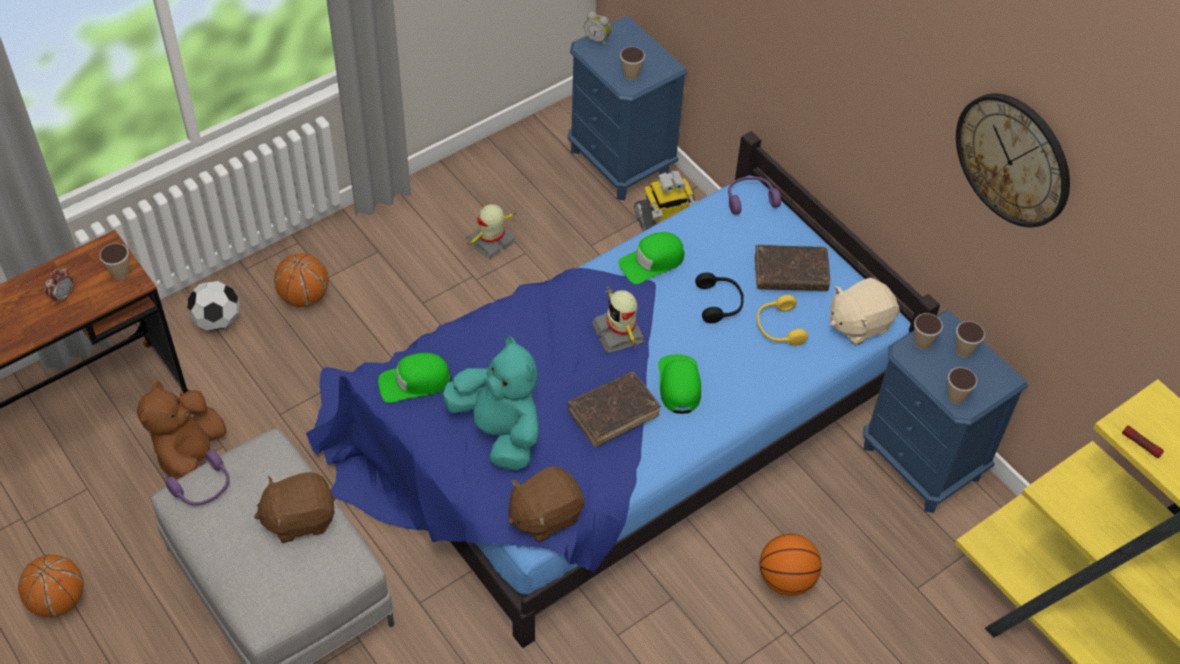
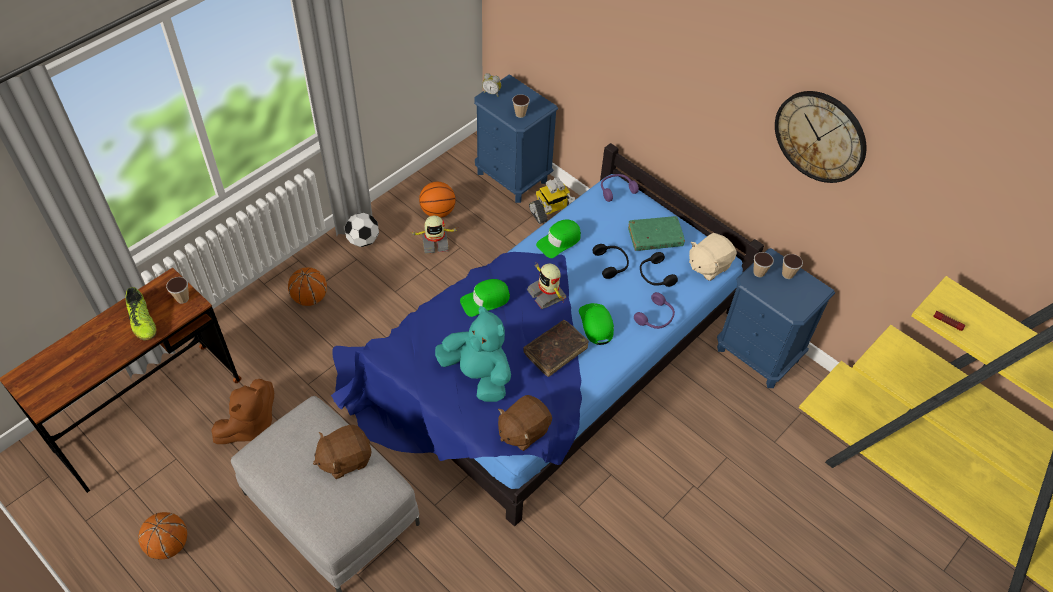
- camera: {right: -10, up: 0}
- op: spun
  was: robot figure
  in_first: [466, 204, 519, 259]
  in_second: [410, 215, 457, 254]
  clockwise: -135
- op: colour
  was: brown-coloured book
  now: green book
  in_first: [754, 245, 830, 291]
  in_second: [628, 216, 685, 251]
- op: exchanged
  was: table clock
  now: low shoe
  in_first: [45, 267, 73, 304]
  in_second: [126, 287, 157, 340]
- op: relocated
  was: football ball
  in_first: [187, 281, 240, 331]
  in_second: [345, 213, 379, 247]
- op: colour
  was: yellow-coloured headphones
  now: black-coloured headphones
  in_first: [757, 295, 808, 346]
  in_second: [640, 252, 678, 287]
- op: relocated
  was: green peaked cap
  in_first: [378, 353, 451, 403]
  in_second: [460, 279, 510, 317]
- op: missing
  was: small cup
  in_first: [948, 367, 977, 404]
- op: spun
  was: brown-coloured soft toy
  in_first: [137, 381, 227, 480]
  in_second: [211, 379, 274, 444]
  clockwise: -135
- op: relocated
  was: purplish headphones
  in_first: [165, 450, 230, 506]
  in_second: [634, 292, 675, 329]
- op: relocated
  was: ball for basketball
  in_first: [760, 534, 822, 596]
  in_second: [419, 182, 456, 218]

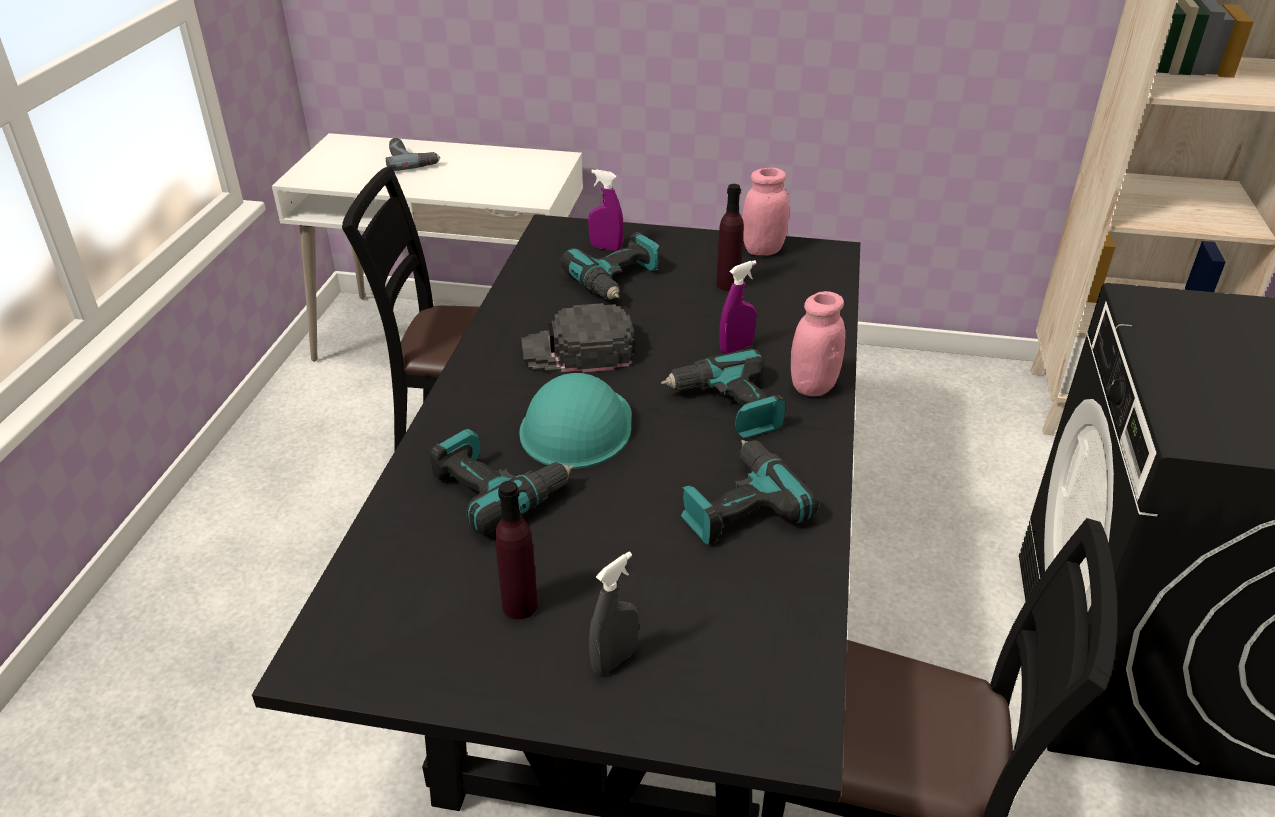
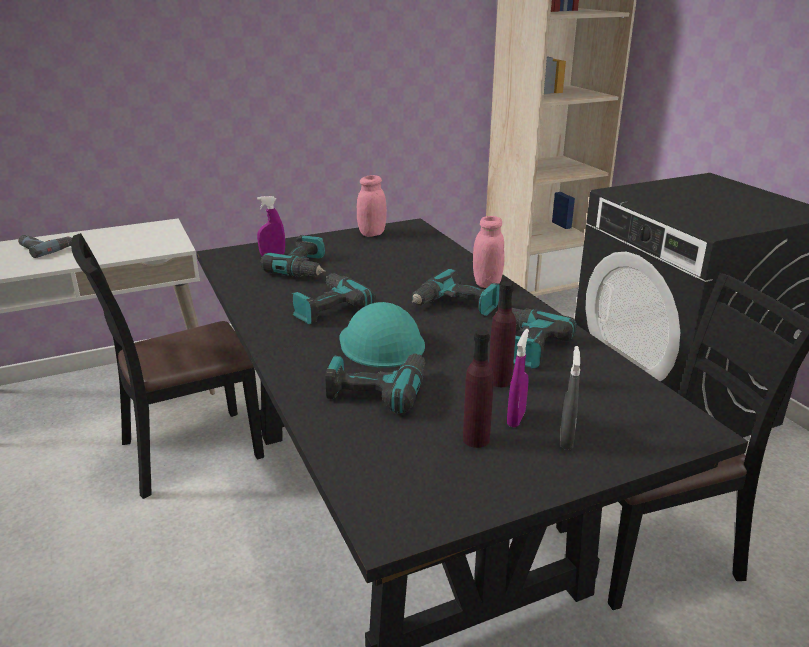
- camera: {right: -35, up: -10}
- op: relocated
  was: purplish beverage bottle
  in_first: [716, 184, 744, 291]
  in_second: [489, 281, 516, 387]
- op: relocated
  was: purplish hand sprayer
  in_first: [719, 260, 757, 354]
  in_second: [507, 329, 529, 428]
- op: exchanged
  was: black-coloured peaked cap
  now: electric drill
  in_first: [521, 303, 635, 373]
  in_second: [292, 273, 376, 325]

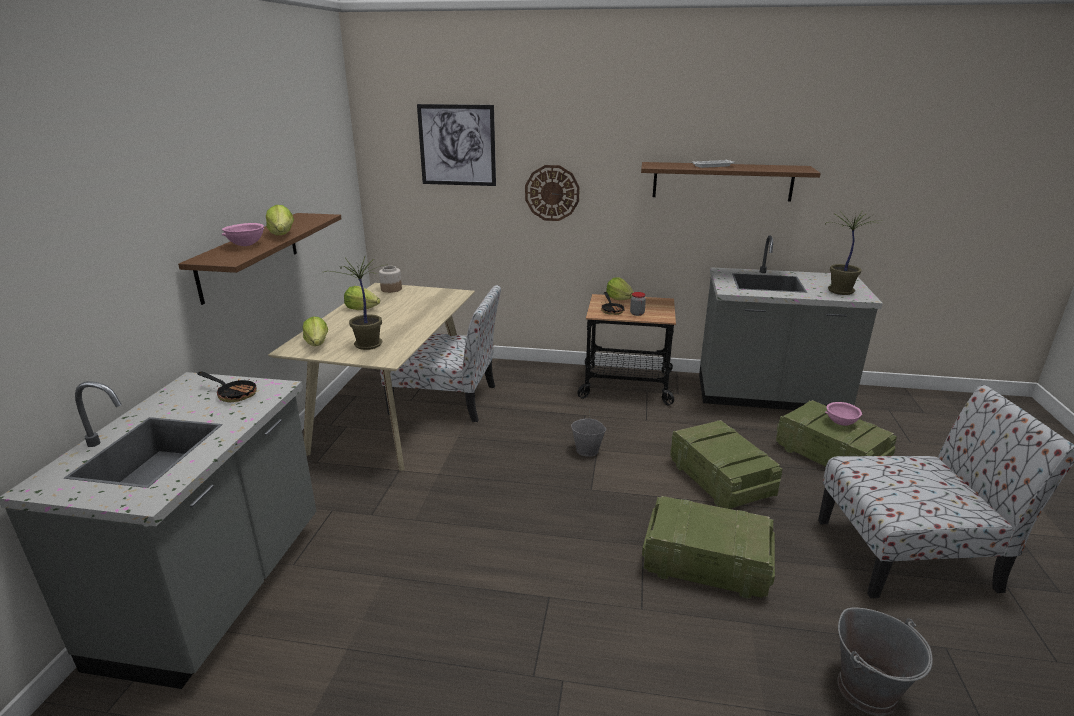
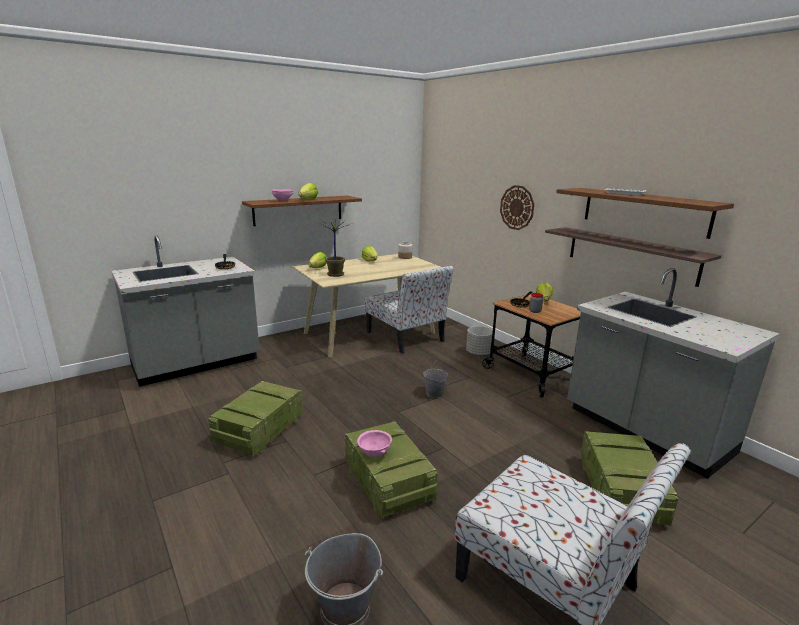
- camera: {right: 45, up: -5}
- op: missing
  was: wall picture
  in_first: [417, 104, 496, 186]
- op: missing
  was: plant in a pot
  in_first: [825, 210, 874, 295]
- op: relocated
  was: pink bowl
  in_first: [825, 402, 863, 426]
  in_second: [357, 430, 392, 457]
- op: relocated
  was: packing crate
  in_first: [670, 420, 782, 509]
  in_second: [208, 381, 303, 456]
- op: appeared
  now: wall shelf
  in_second: [545, 227, 721, 287]
- op: appeared
  now: gray plant pot
  in_second: [466, 326, 493, 356]

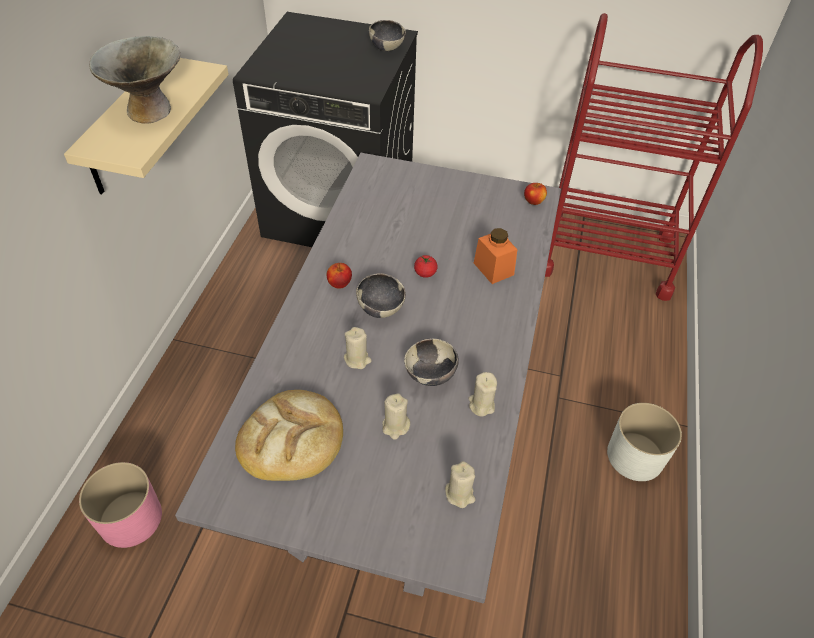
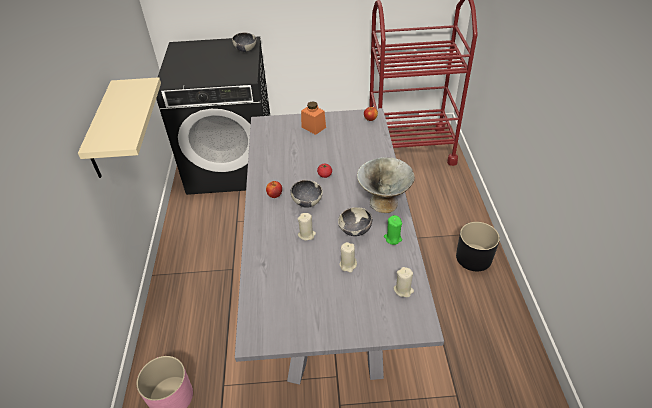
- camera: {right: -15, up: -5}
- op: relocated
  was: gray bowl
  in_first: [89, 36, 180, 124]
  in_second: [357, 157, 415, 213]
- op: relocated
  was: orange-coloured storage jar
  in_first: [474, 228, 517, 284]
  in_second: [301, 101, 326, 135]
- op: colour
  was: beige wax candle
  now: green wax candle
  in_first: [468, 372, 497, 416]
  in_second: [384, 215, 402, 245]
- op: missing
  was: bread
  in_first: [235, 390, 343, 481]
- op: colour
  was: white-coloured plant pot
  now: black-coloured plant pot
  in_first: [607, 403, 682, 481]
  in_second: [456, 222, 500, 271]

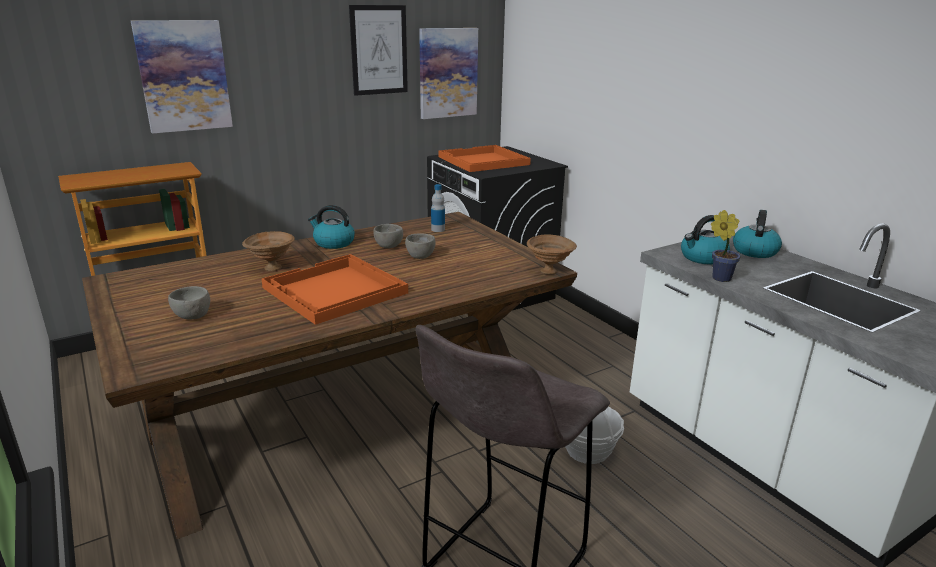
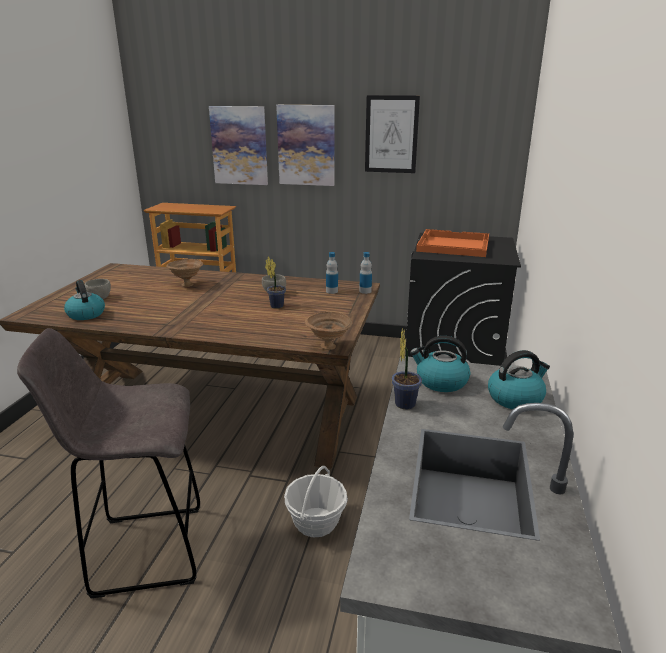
- camera: {right: 45, up: 0}
- op: relocated
  was: wall picture
  in_first: [419, 28, 478, 119]
  in_second: [276, 105, 335, 186]
- op: relocated
  was: kettle
  in_first: [308, 205, 355, 249]
  in_second: [64, 280, 105, 320]
- op: exchanged
  was: gray bowl
  now: plant in a pot
  in_first: [405, 233, 436, 259]
  in_second: [265, 256, 286, 309]
- op: missing
  was: orange-coloured carrying tray
  in_first: [262, 254, 408, 325]
- op: appeared
  now: beverage bottle
  in_second: [359, 252, 372, 294]

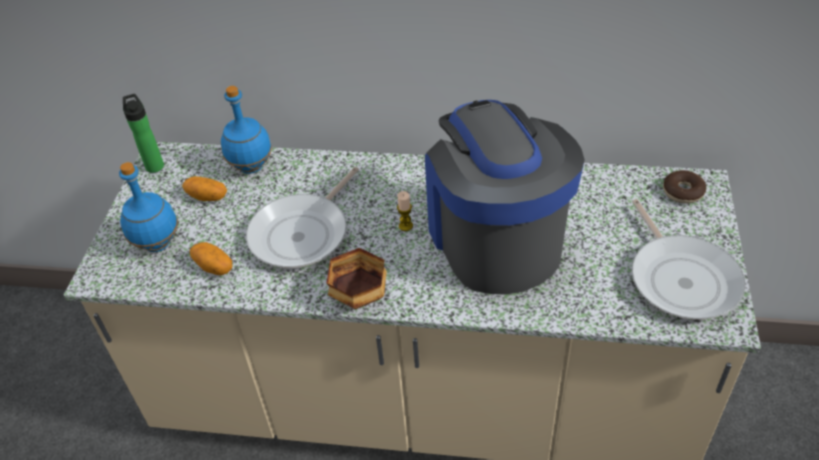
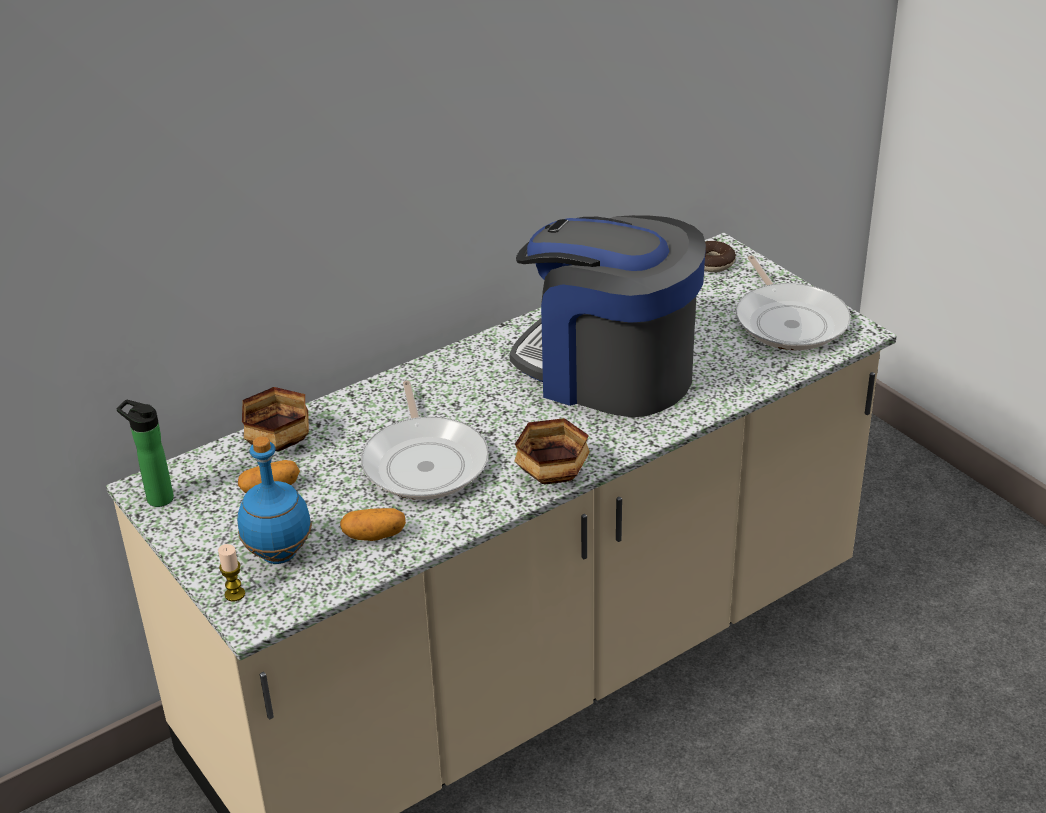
- camera: {right: -45, up: -10}
- op: exchanged
  was: blue beverage bottle
  now: bowl
  in_first: [221, 86, 272, 174]
  in_second: [242, 387, 309, 452]
- op: relocated
  was: wax candle
  in_first: [397, 191, 413, 231]
  in_second: [218, 544, 245, 601]
- op: spun
  was: skillet
  in_first: [632, 199, 746, 320]
  in_second: [736, 255, 851, 350]
  clockwise: 45

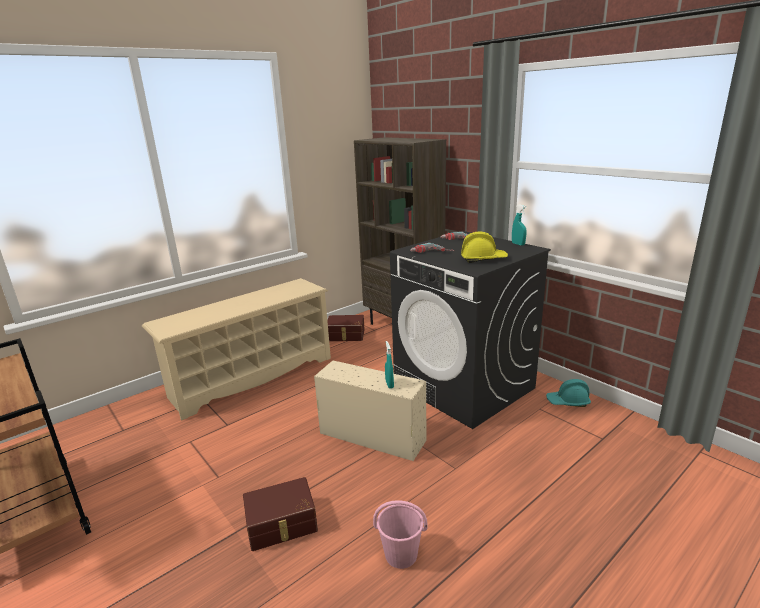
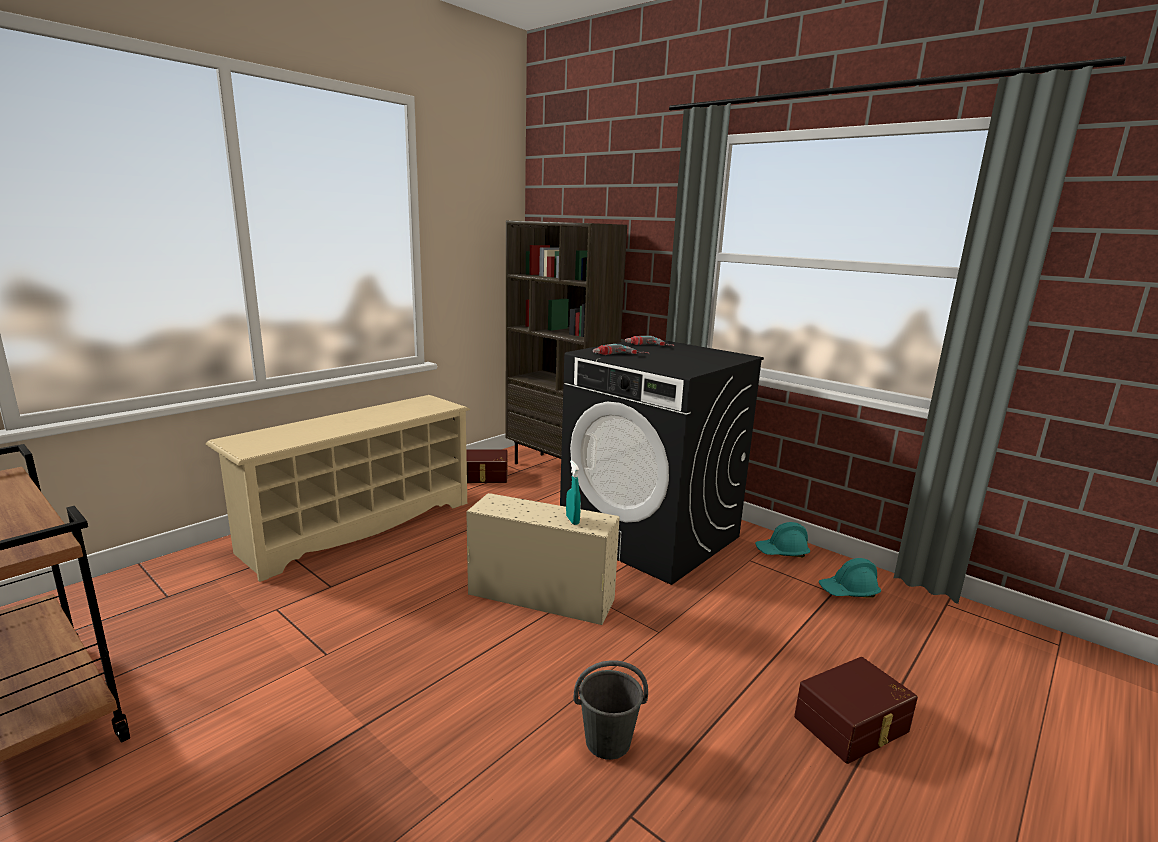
- camera: {right: -10, up: -5}
- op: missing
  was: turquoise hand sprayer
  in_first: [512, 204, 527, 246]
- op: missing
  was: yellow-coloured hard hat
  in_first: [461, 232, 508, 263]
- op: relocated
  was: brown-coloured storage box
  in_first: [243, 477, 318, 551]
  in_second: [794, 657, 918, 764]
- op: colour
  was: pink pail
  now: gray pail
  in_first: [373, 500, 428, 569]
  in_second: [574, 660, 648, 760]
- op: appeared
  now: turquoise hard hat
  in_second: [819, 558, 881, 598]

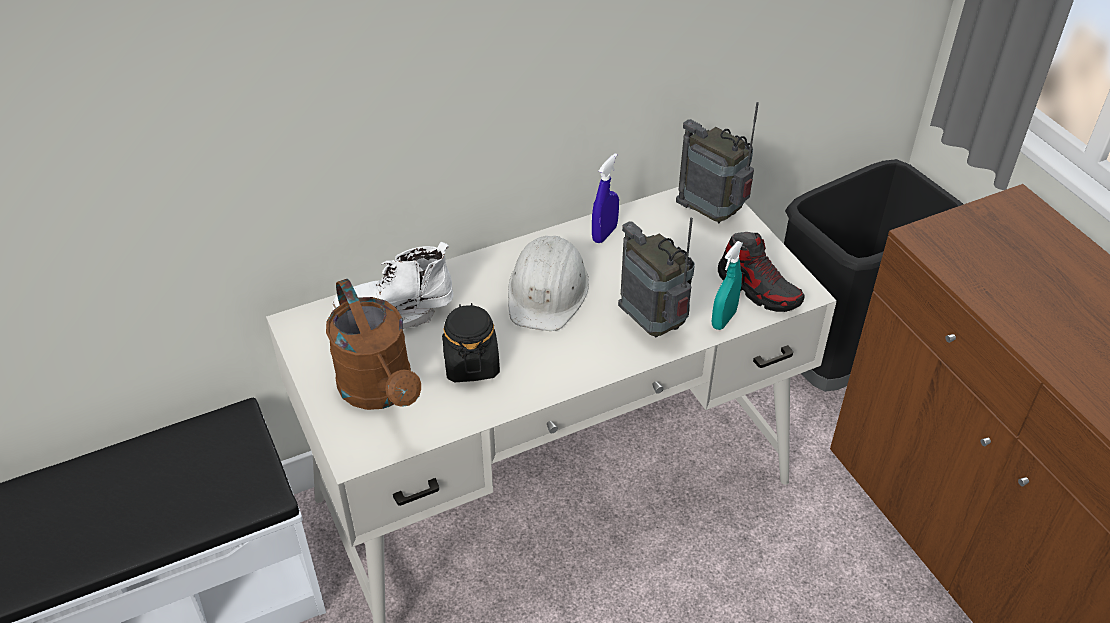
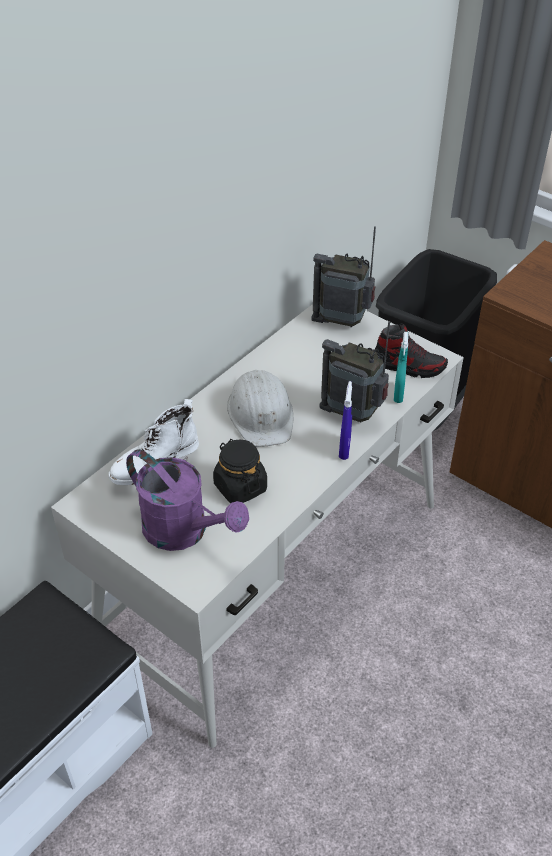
- camera: {right: -25, up: 0}
- op: relocated
  was: blue hand sprayer
  in_first: [592, 153, 619, 243]
  in_second: [339, 381, 352, 460]
- op: colour
  was: brown-coloured watering can
  now: purplish watering can
  in_first: [326, 279, 421, 410]
  in_second: [126, 449, 249, 551]

